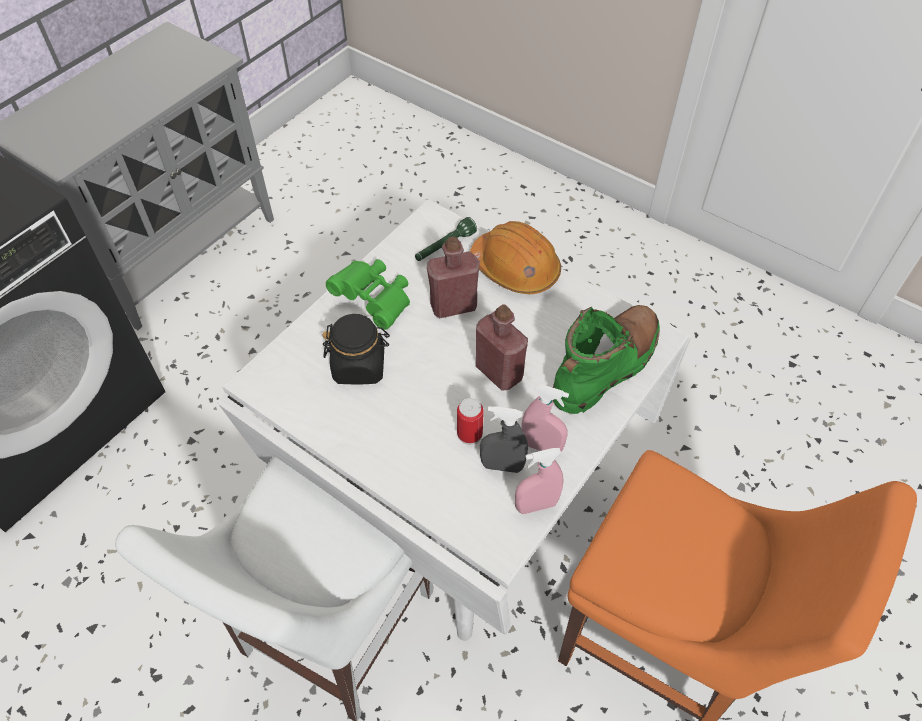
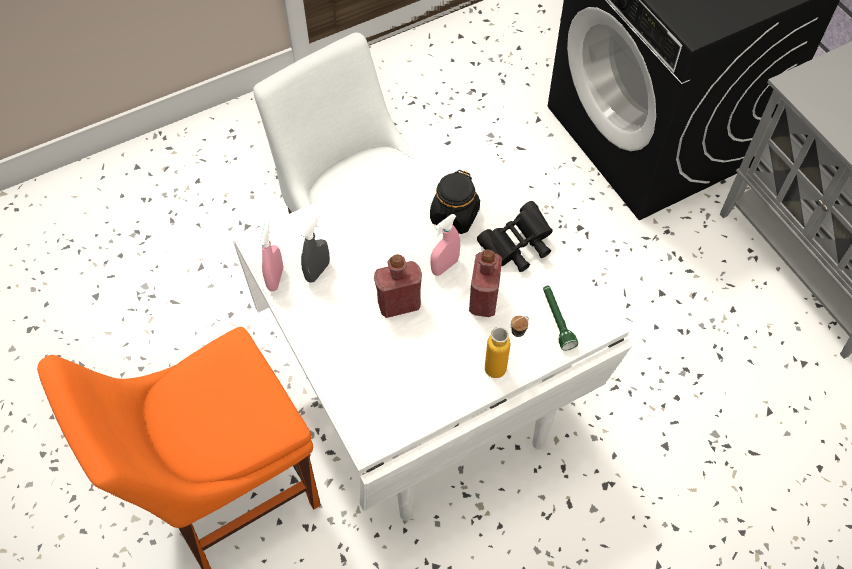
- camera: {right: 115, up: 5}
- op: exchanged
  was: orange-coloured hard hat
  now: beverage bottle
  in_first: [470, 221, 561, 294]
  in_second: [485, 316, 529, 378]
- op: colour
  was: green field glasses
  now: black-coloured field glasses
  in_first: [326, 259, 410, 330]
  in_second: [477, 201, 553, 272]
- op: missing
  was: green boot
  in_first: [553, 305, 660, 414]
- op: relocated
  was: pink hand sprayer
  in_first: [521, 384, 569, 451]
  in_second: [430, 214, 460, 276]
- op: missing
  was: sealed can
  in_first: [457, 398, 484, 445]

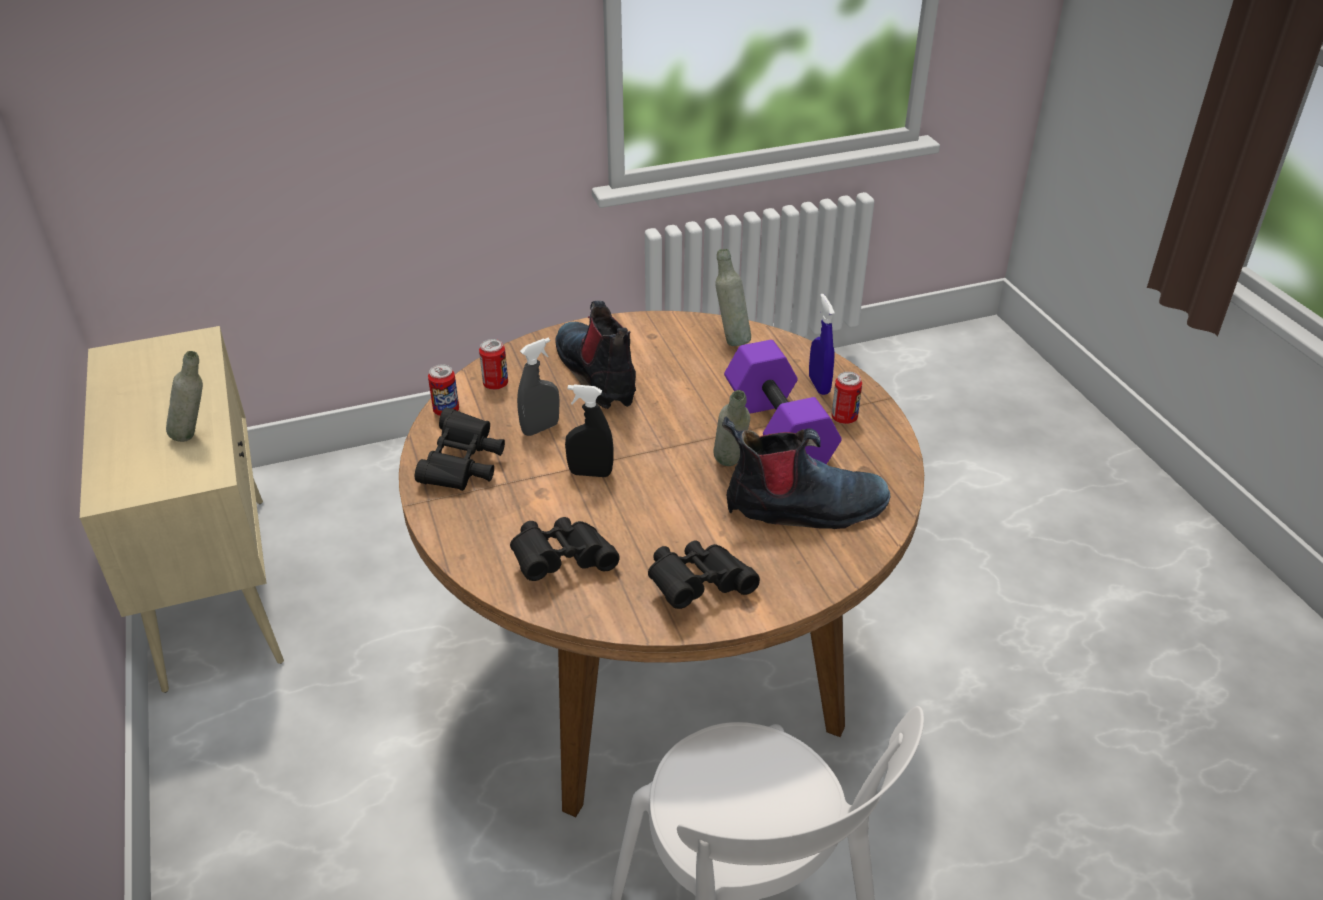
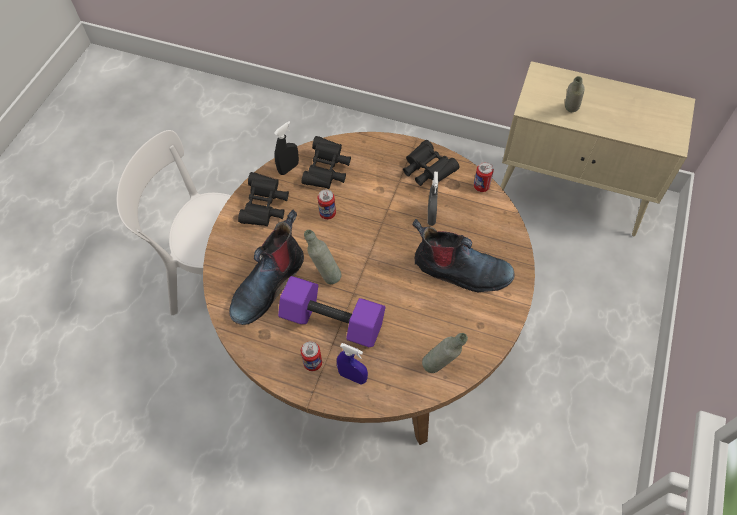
- camera: {right: 130, up: 20}
- op: relocated
  was: sealed can
  in_first: [479, 339, 508, 390]
  in_second: [317, 190, 336, 220]
- op: relocated
  was: black-coloured hand sprayer
  in_first: [565, 384, 613, 477]
  in_second: [274, 121, 299, 175]

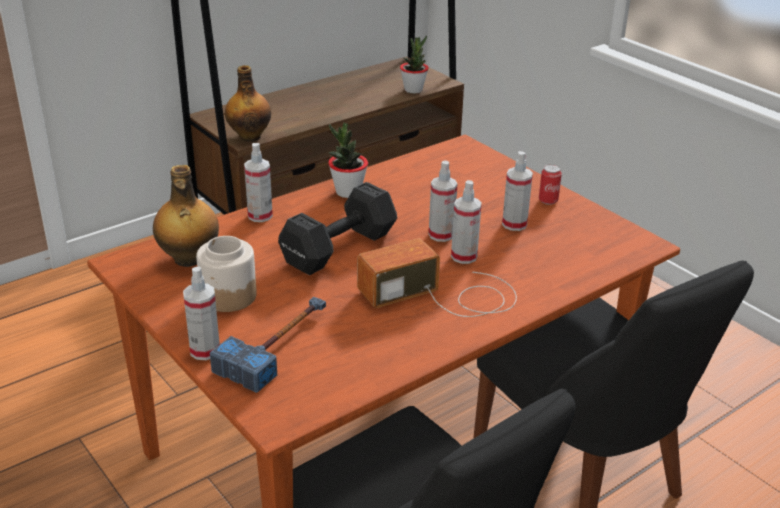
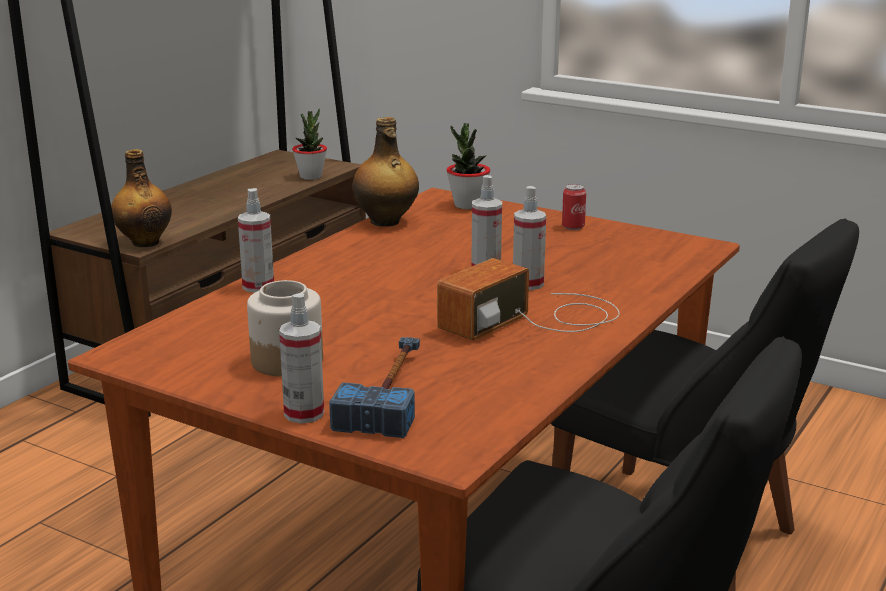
- camera: {right: -20, up: -10}
- op: relocated
  was: plant in a pot
  in_first: [328, 123, 368, 198]
  in_second: [447, 123, 490, 209]
- op: missing
  was: hand sprayer
  in_first: [502, 151, 533, 231]
- op: relocated
  was: beverage bottle
  in_first: [153, 165, 219, 267]
  in_second: [353, 117, 419, 227]
- op: missing
  was: black-coloured hand weight
  in_first: [278, 182, 397, 275]

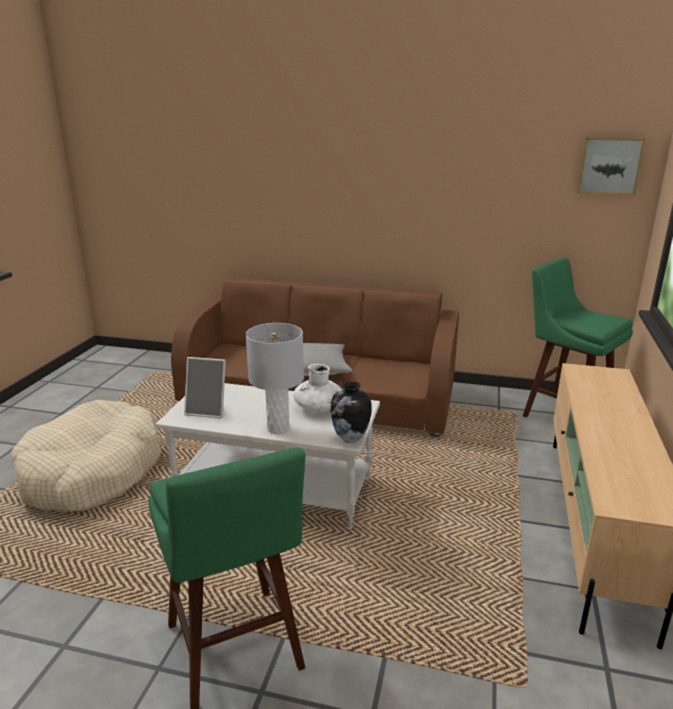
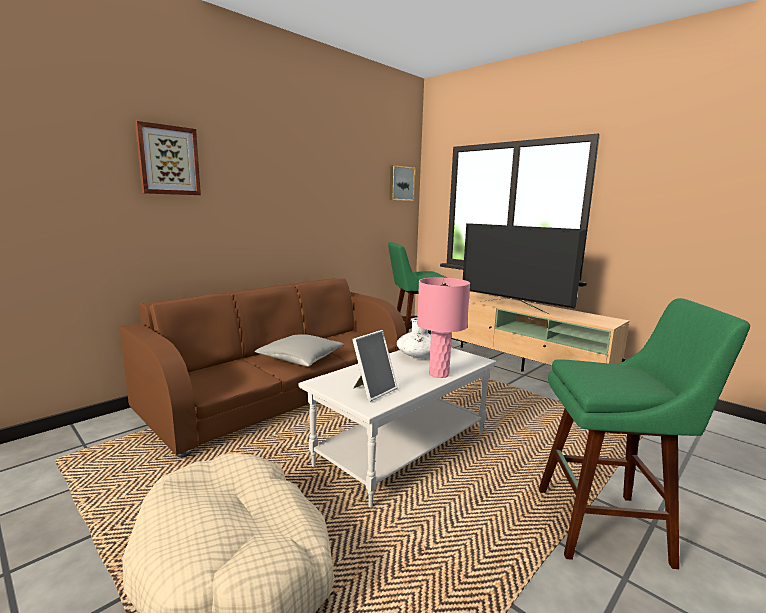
- camera: {right: -60, up: -10}
- op: colour
  was: gray table lamp
  now: pink table lamp
  in_first: [246, 323, 304, 434]
  in_second: [417, 278, 470, 378]
- op: missing
  was: decorative vase
  in_first: [331, 381, 372, 443]
- op: appeared
  now: wall picture
  in_second: [135, 121, 201, 195]
- op: appeared
  now: television
  in_second: [463, 223, 586, 313]

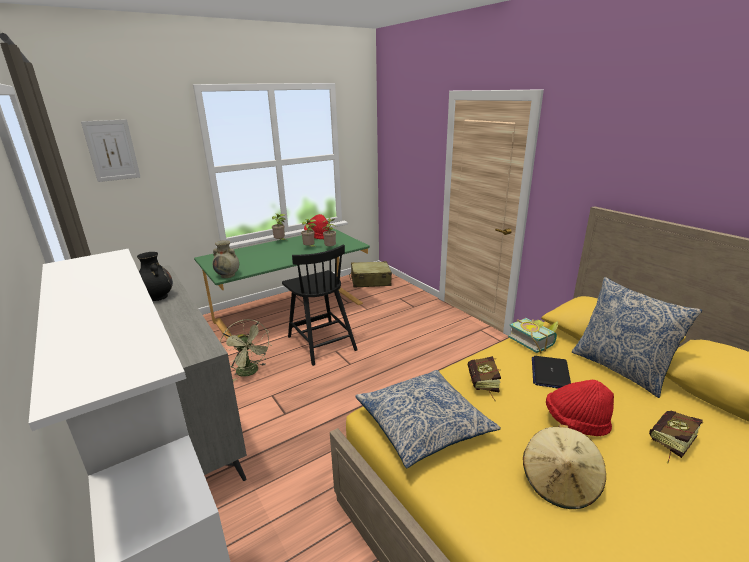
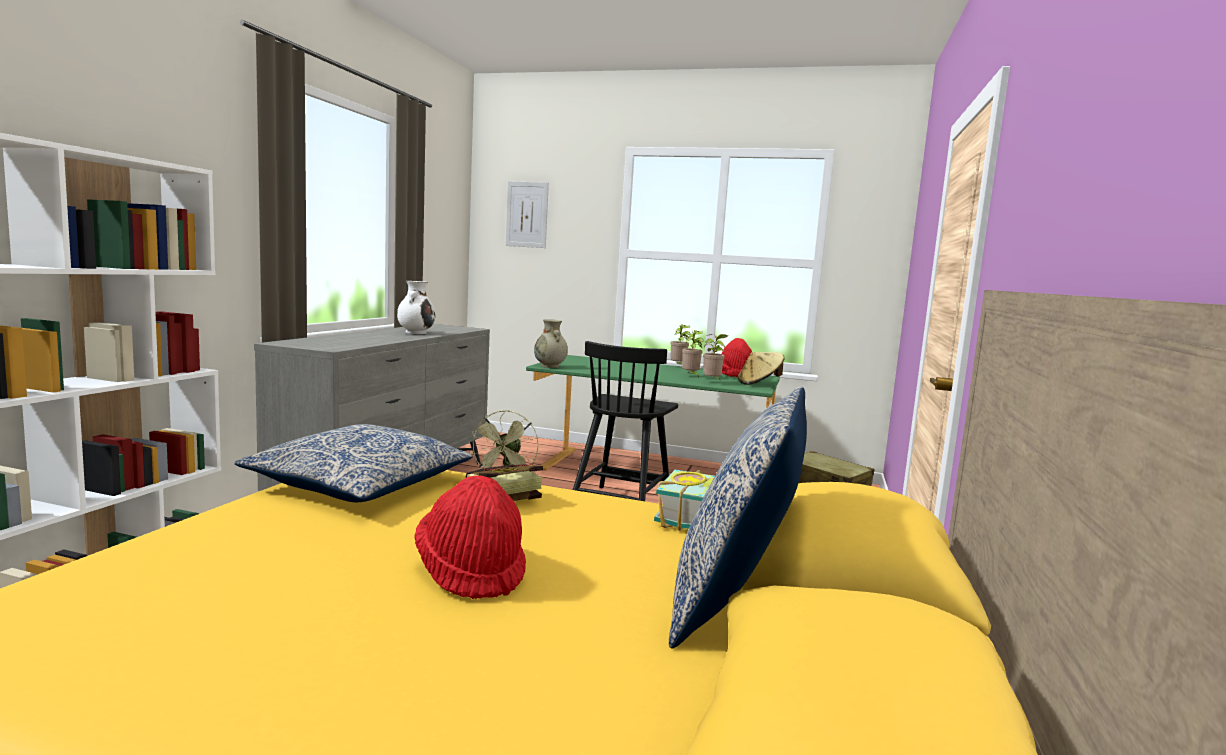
- camera: {right: 50, up: -15}
- op: colour
  was: black-coloured decorative vase
  now: white-coloured decorative vase
  in_first: [137, 252, 173, 301]
  in_second: [397, 281, 436, 334]
- op: missing
  was: portable computer
  in_first: [532, 356, 571, 388]
- op: missing
  was: book
  in_first: [649, 411, 703, 463]
- op: relocated
  was: beige clothing hat
  in_first: [523, 424, 606, 509]
  in_second: [738, 352, 785, 385]

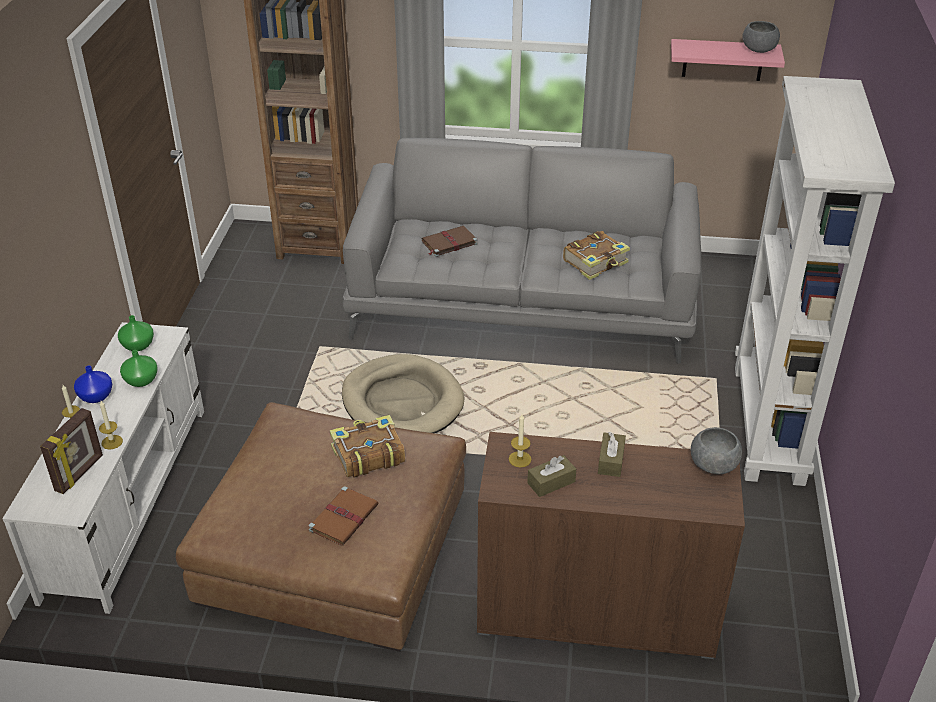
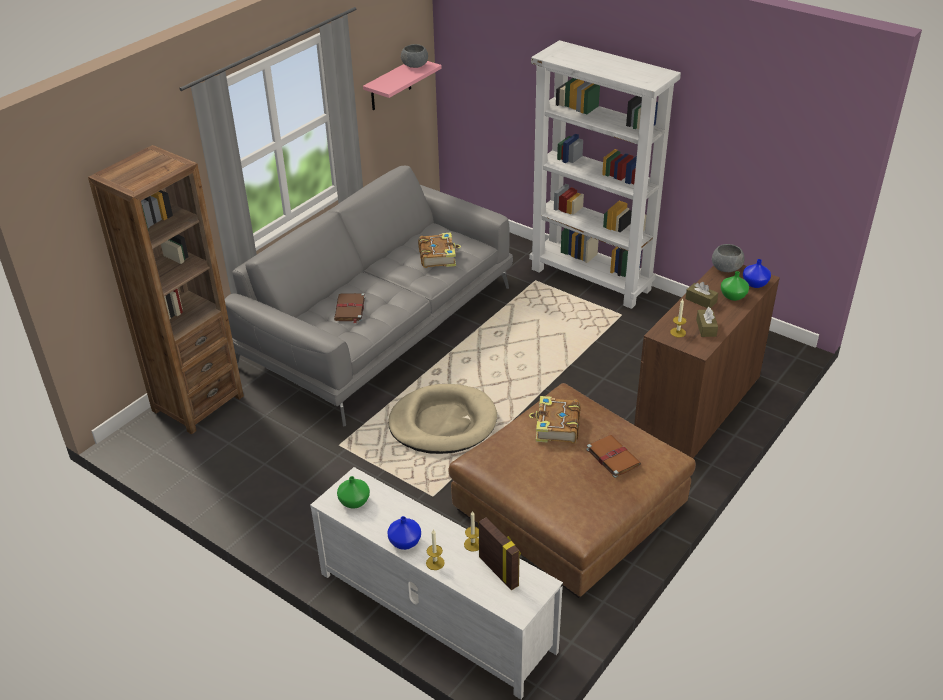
- camera: {right: -60, up: 0}
- op: relocated
  was: green decorative vase
  in_first: [120, 350, 158, 387]
  in_second: [721, 271, 749, 301]
- op: appeared
  now: blue decorative vase
  in_second: [743, 259, 771, 288]

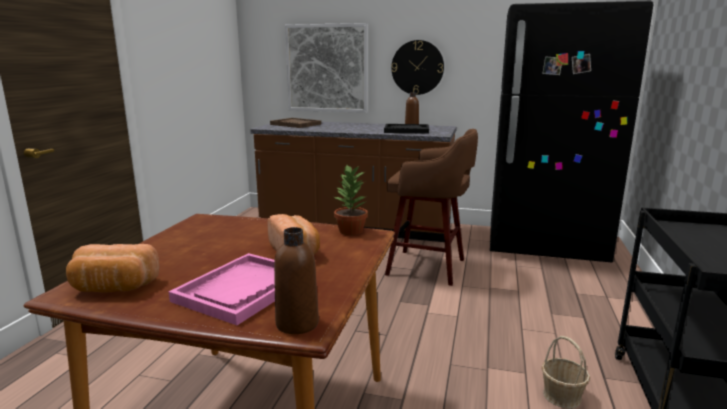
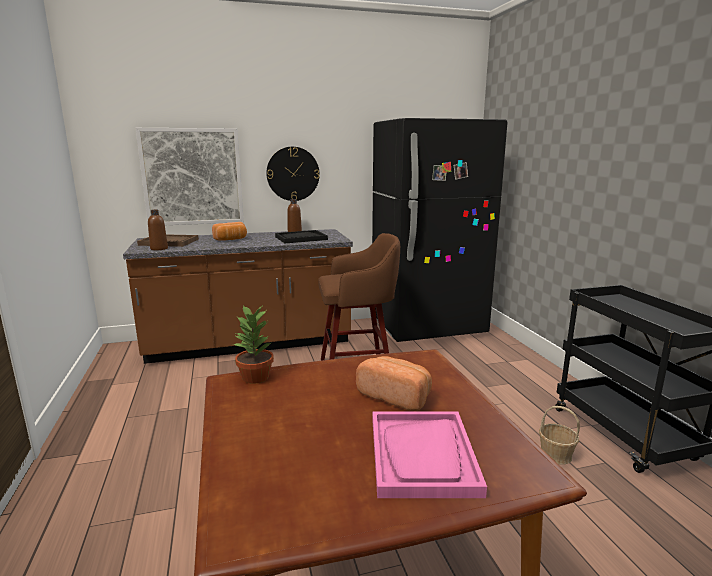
- camera: {right: -30, up: 0}
- op: relocated
  was: plant in a pot
  in_first: [334, 165, 368, 235]
  in_second: [233, 305, 274, 384]
- op: relocated
  was: brown-coloured beverage bottle
  in_first: [274, 227, 319, 334]
  in_second: [148, 210, 168, 251]
- op: relocated
  was: bread
  in_first: [66, 244, 159, 293]
  in_second: [212, 222, 247, 241]

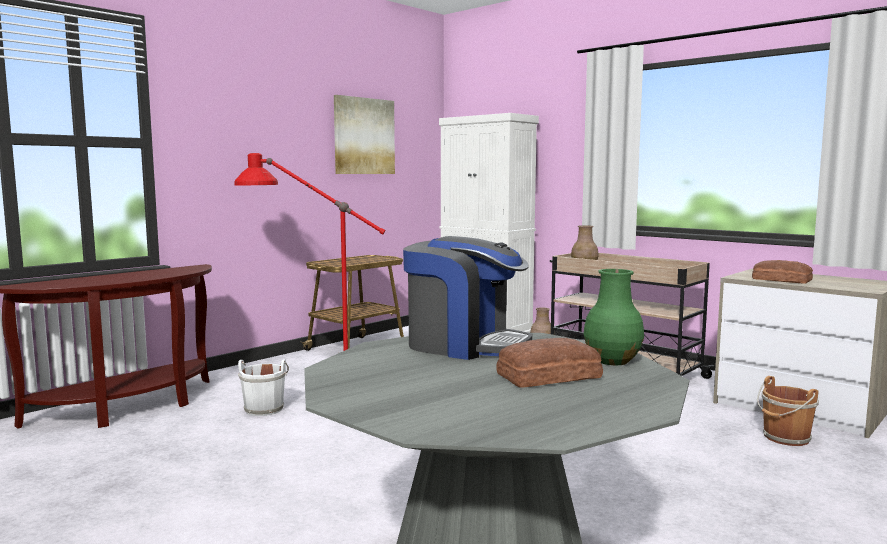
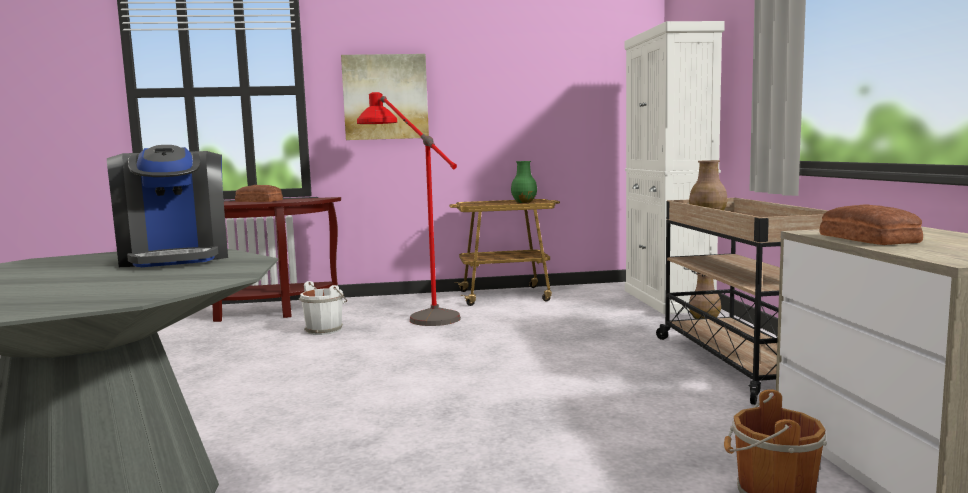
- camera: {right: 40, up: 0}
- op: relocated
  was: wall picture
  in_first: [334, 95, 395, 174]
  in_second: [341, 54, 429, 140]
- op: relocated
  was: green decorative vase
  in_first: [584, 269, 644, 365]
  in_second: [511, 161, 537, 203]
- op: relocated
  was: bread
  in_first: [496, 338, 603, 388]
  in_second: [235, 185, 283, 202]

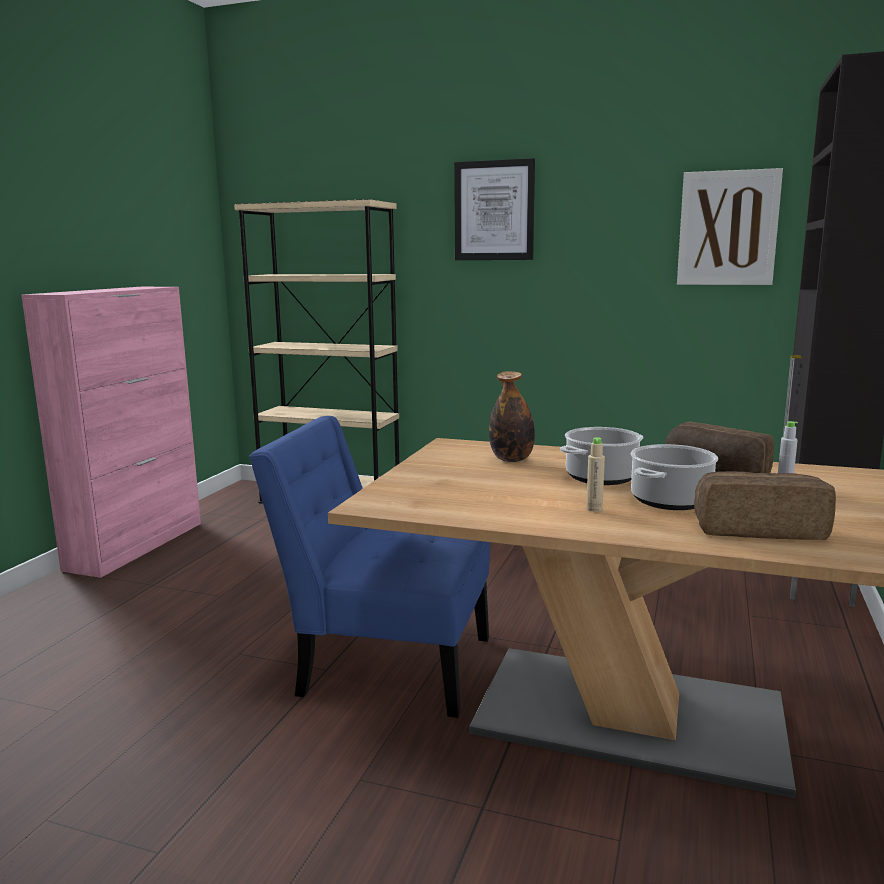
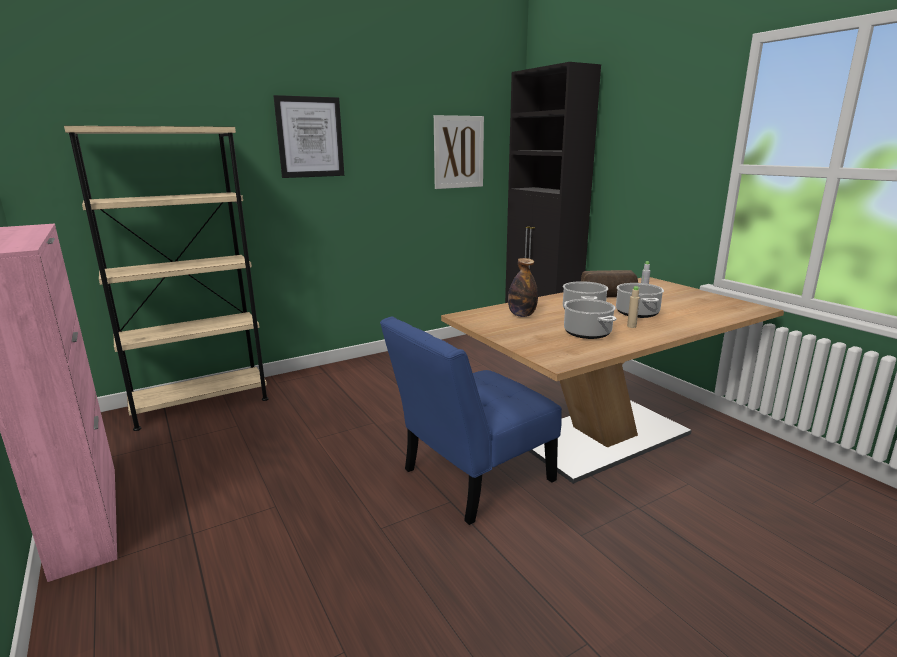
- camera: {right: -50, up: 5}
- op: missing
  was: bread
  in_first: [694, 471, 836, 540]
- op: appeared
  now: cooking pot
  in_second: [564, 299, 616, 339]

